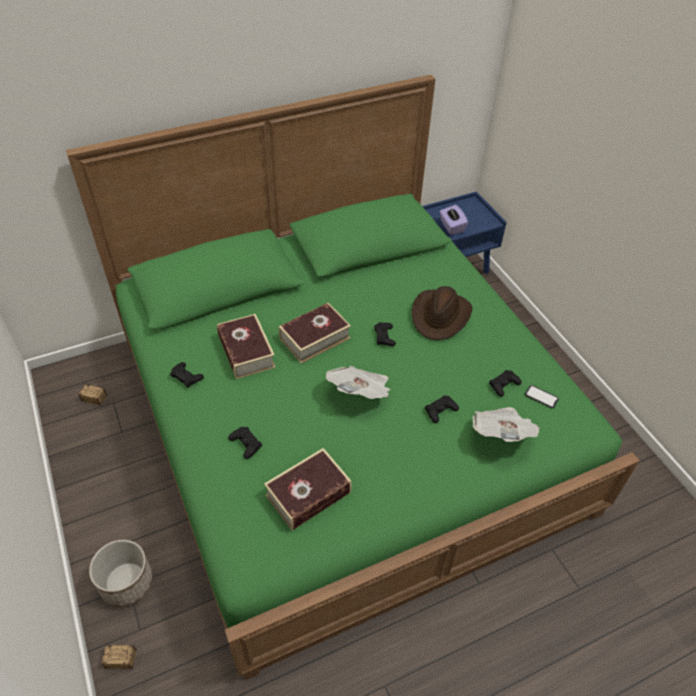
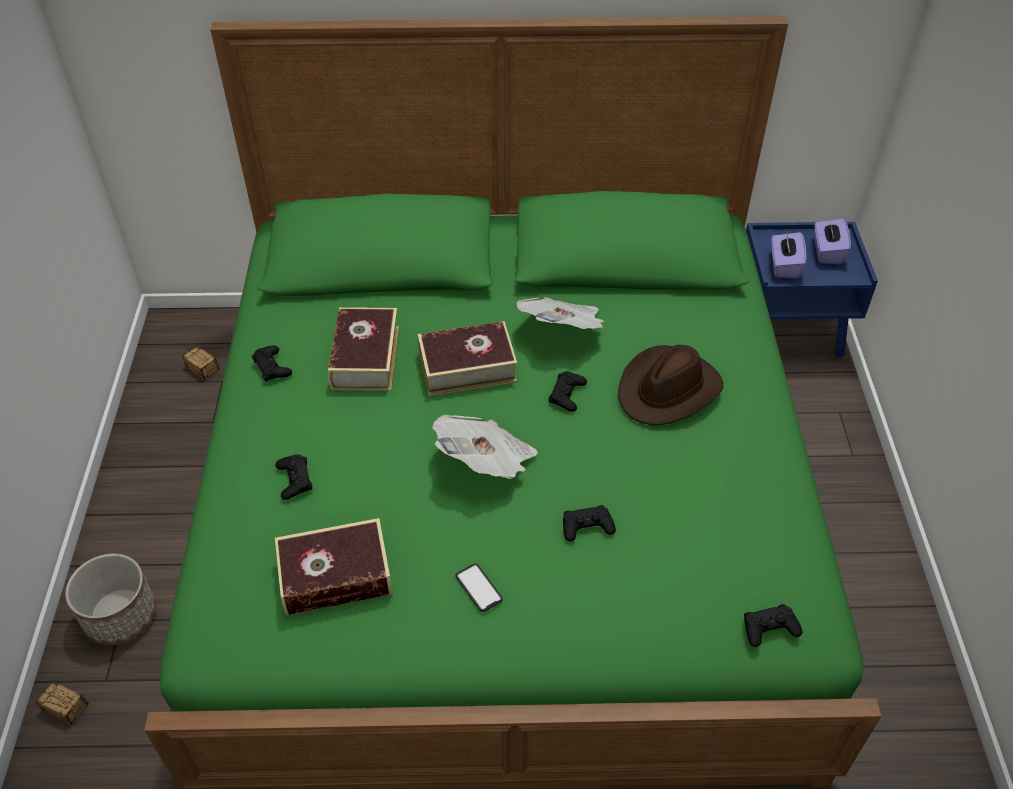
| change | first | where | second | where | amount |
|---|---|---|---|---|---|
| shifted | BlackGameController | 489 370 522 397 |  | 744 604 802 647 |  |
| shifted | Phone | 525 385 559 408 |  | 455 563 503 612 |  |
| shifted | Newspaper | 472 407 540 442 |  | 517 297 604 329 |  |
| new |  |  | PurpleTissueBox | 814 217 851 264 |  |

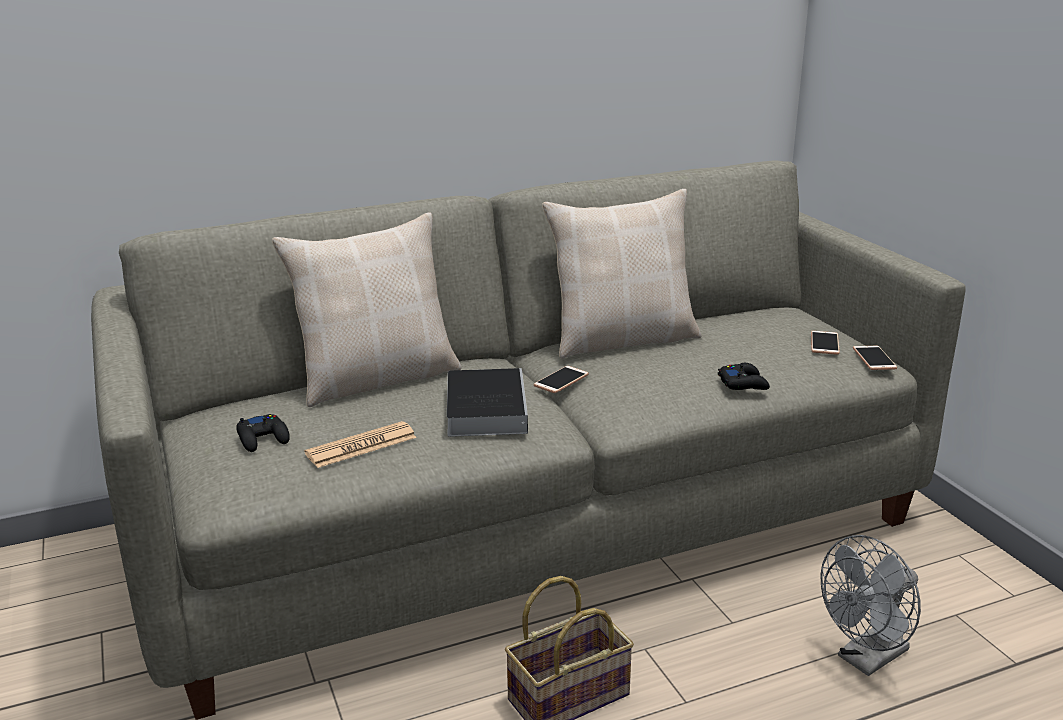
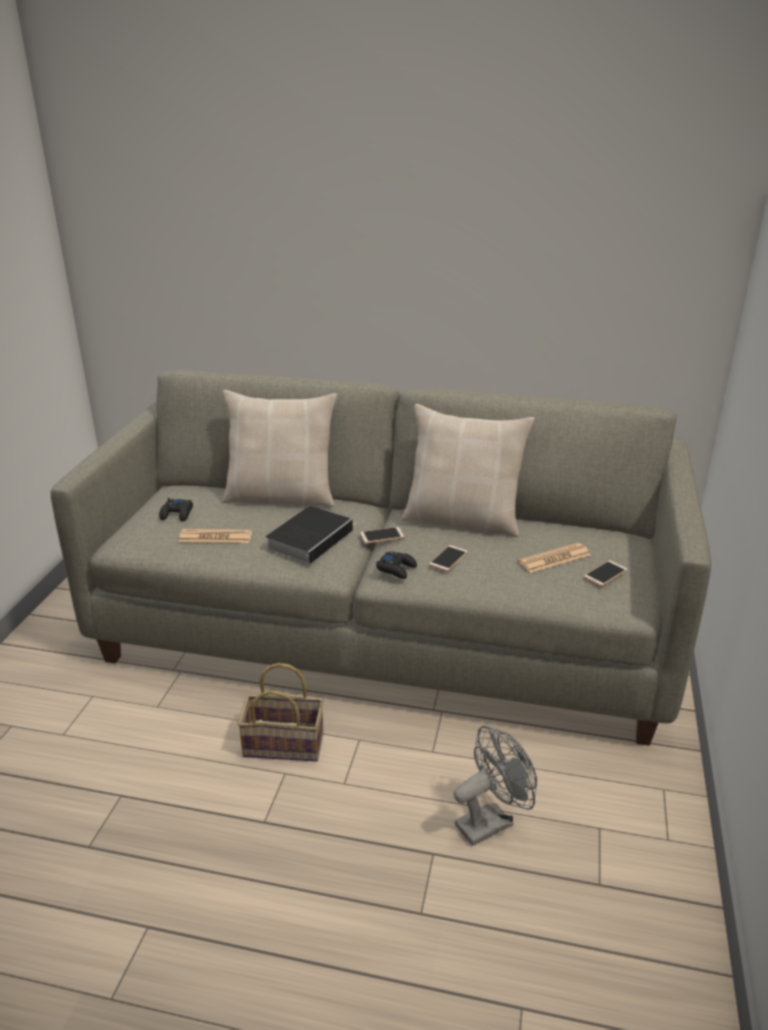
| change | first | where | second | where | amount |
|---|---|---|---|---|---|
| shifted | Phone | 853 346 897 370 |  | 429 545 468 572 |  |
| shifted | BlackGameController | 718 363 770 390 |  | 376 552 417 579 |  |
| rotated | GreyFan | 820 535 921 676 |  | 453 726 537 846 | 150 degrees clockwise |
| new |  |  | Newspaper | 518 543 591 573 |  |

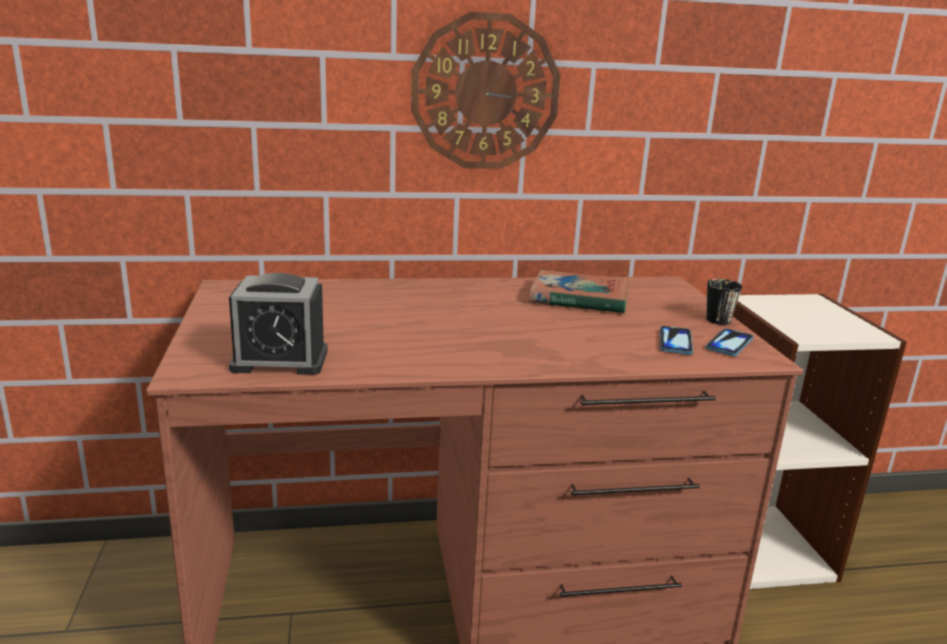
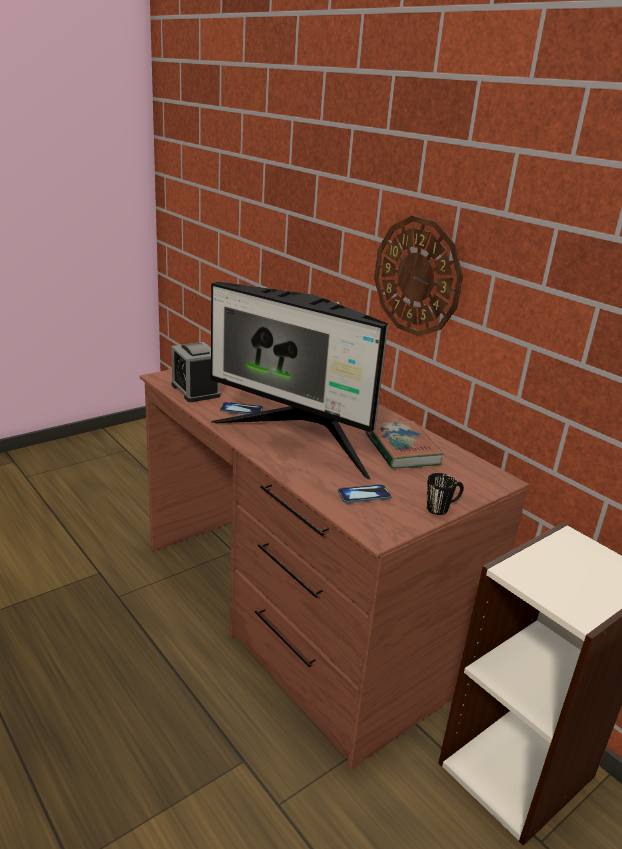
| change | first | where | second | where | amount |
|---|---|---|---|---|---|
| shifted | Phone | 706 329 753 356 |  | 220 402 263 414 |  |
| new |  |  | Monitor | 211 282 388 480 |  |

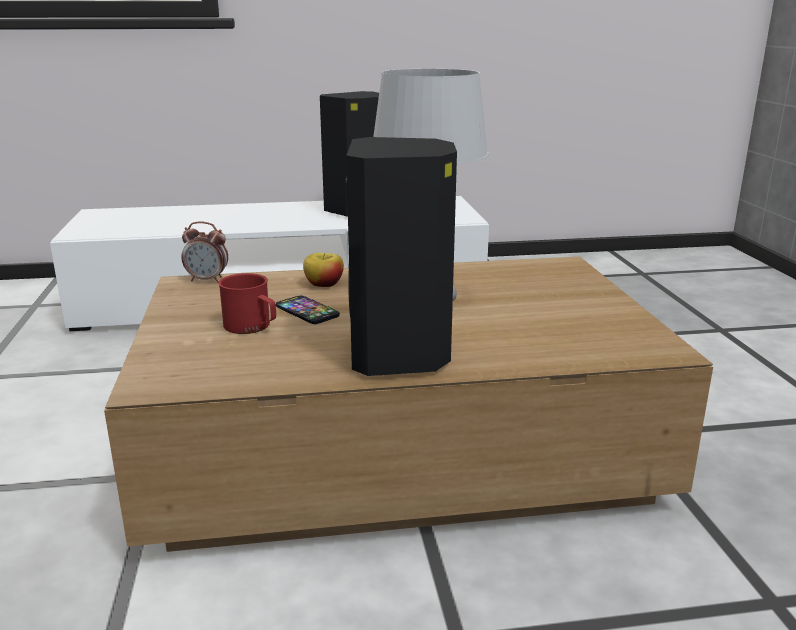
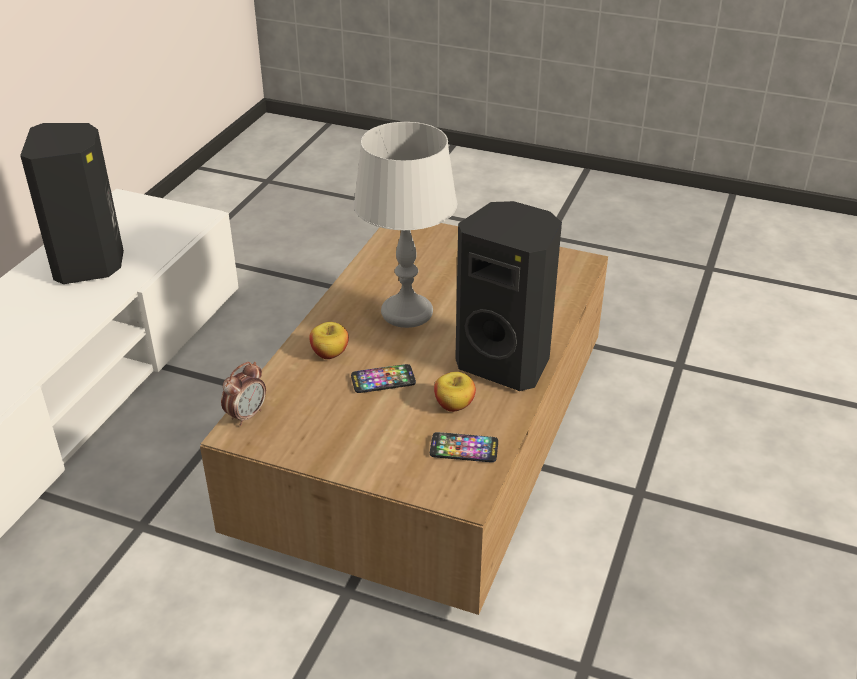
| change | first | where | second | where | amount |
|---|---|---|---|---|---|
| gone | RedMug | 218 273 276 334 |  |  |  |
| new |  |  | Apple | 434 372 476 412 |  |
| new |  |  | Phone | 430 432 498 462 |  |

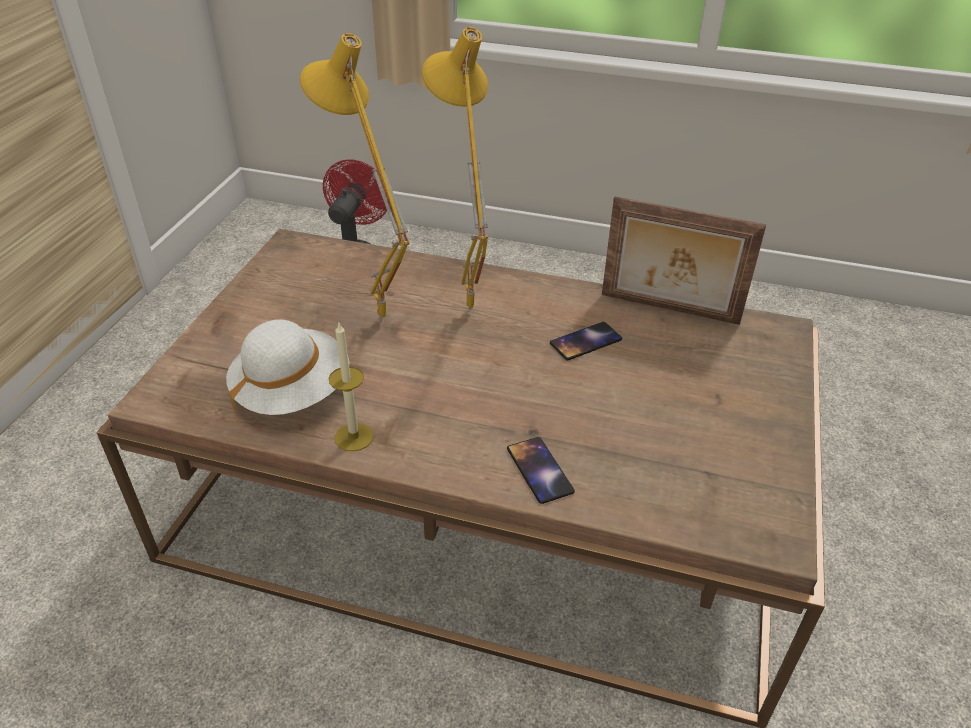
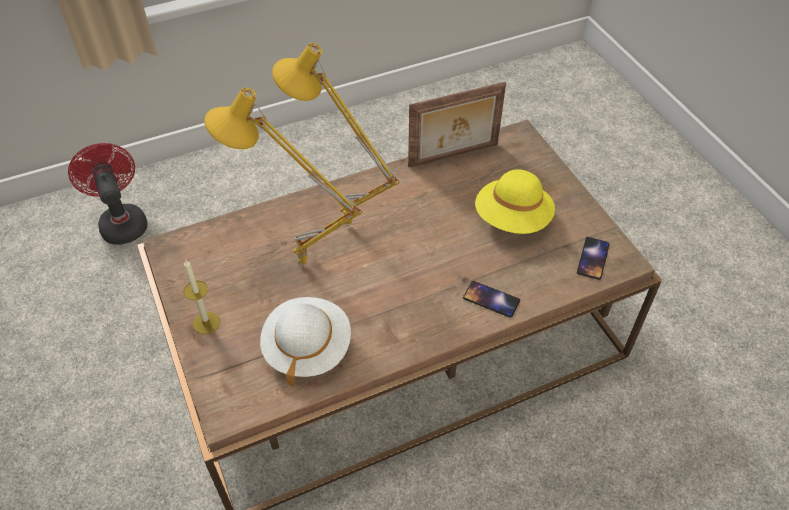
| change | first | where | second | where | amount |
|---|---|---|---|---|---|
| shifted | Candle | 328 321 374 451 |  | 184 259 220 334 |  |
| shifted | Phone | 550 322 622 360 |  | 577 237 609 280 |  |
| new |  |  | YellowHat | 475 169 555 234 |  |

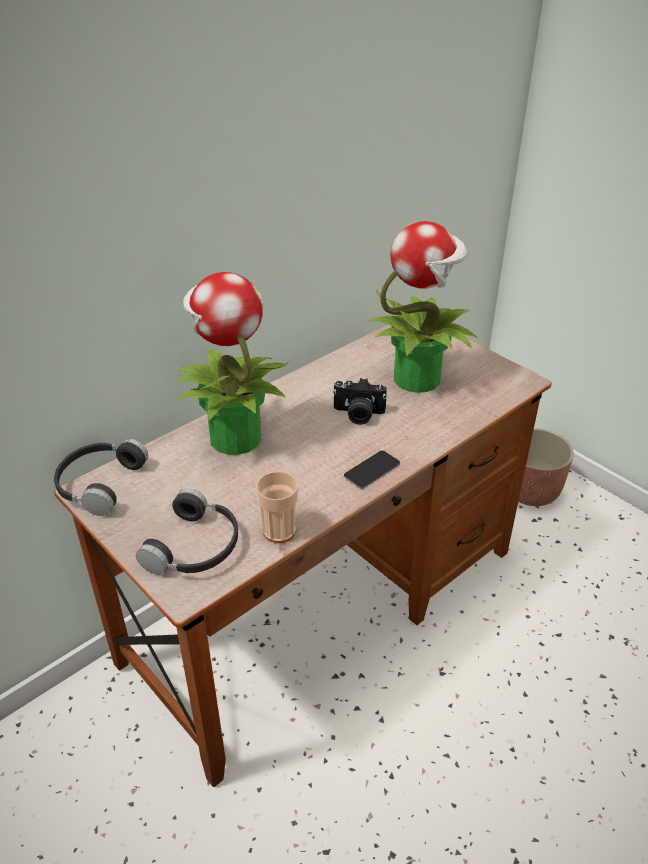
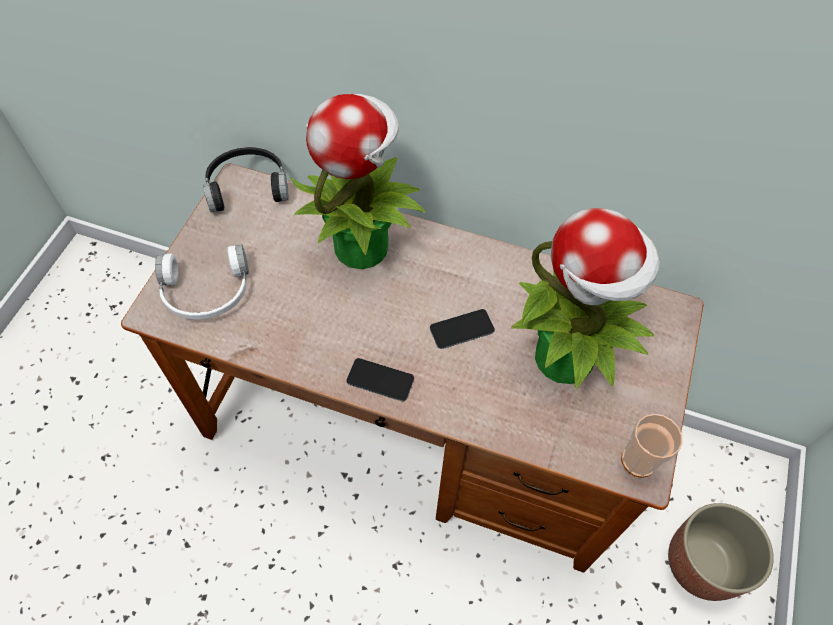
| change | first | where | second | where | amount |
|---|---|---|---|---|---|
| swapped | PhotoCamera | 333 378 387 425 | Phone | 430 309 495 349 |  |
| shifted | Cup | 256 471 298 543 |  | 621 414 682 478 |  |
| repainted | BlackHeadphones | 136 488 238 574 | WhiteHeadphones | 155 244 249 320 |  |

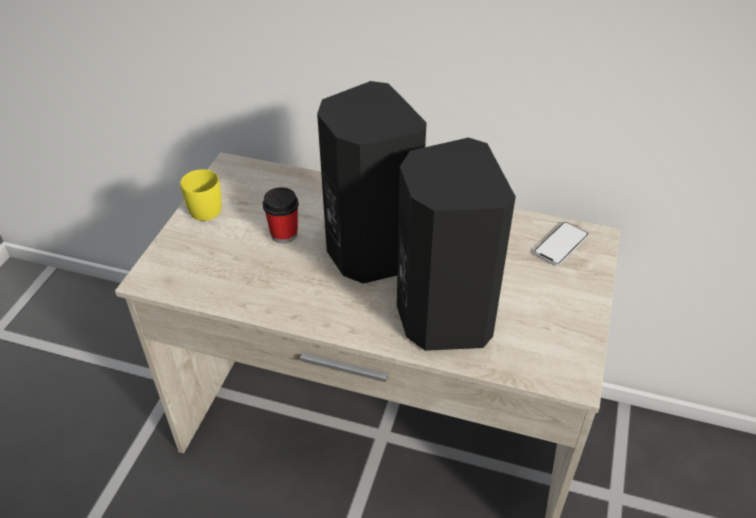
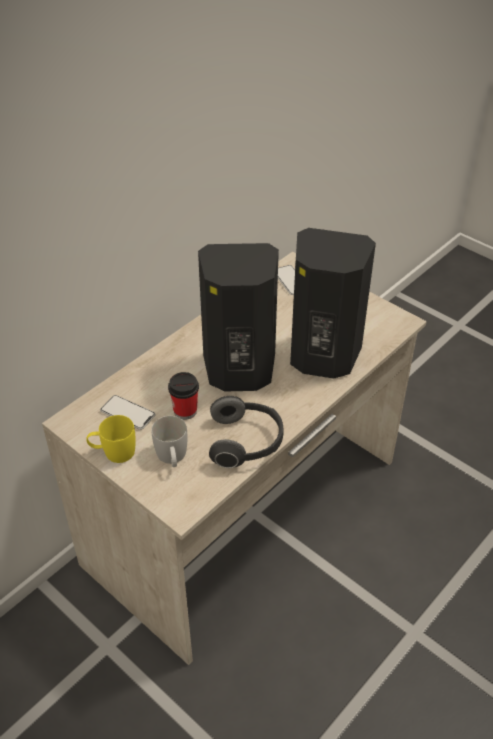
| change | first | where | second | where | amount |
|---|---|---|---|---|---|
| new |  |  | Phone | 100 395 155 430 |  |
| new |  |  | Headphones | 209 396 283 468 |  |
| new |  |  | WhiteMug | 151 416 188 467 |  |

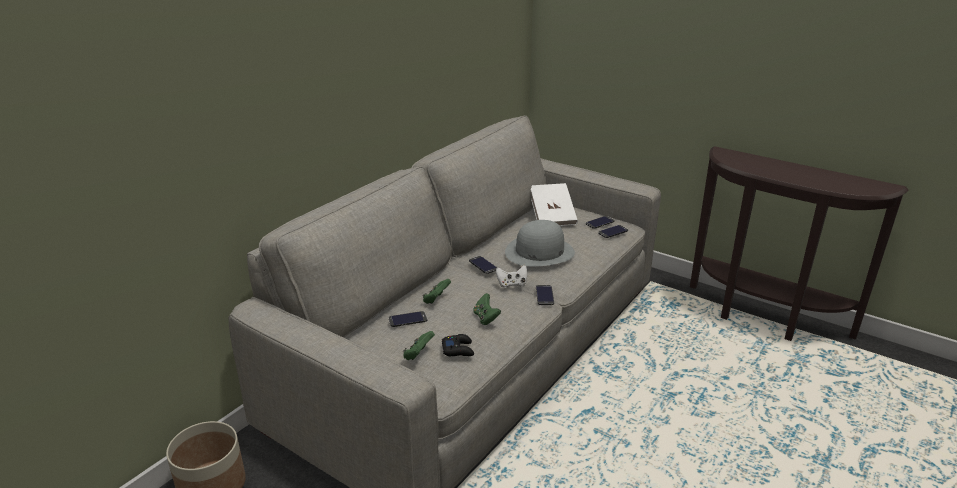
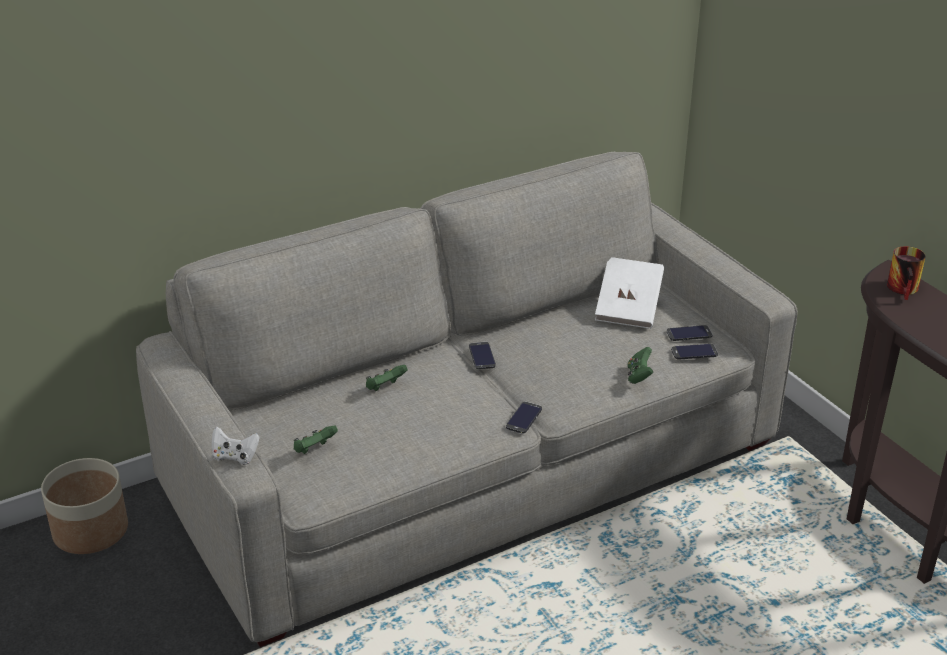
| change | first | where | second | where | amount |
|---|---|---|---|---|---|
| gone | GreyHat | 505 220 575 266 |  |  |  |
| shifted | WhiteGameController | 496 265 527 288 |  | 211 427 260 465 |  |
| shifted | GreenGameController | 473 293 501 325 |  | 628 347 653 384 |  |
| gone | Phone | 389 311 427 327 |  |  |  |
| gone | BlackGameController | 442 334 474 356 |  |  |  |
| new |  |  | Mug | 887 246 926 300 |  |

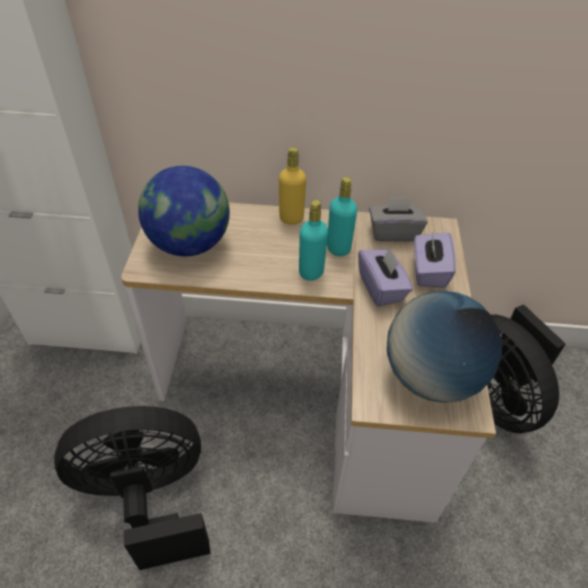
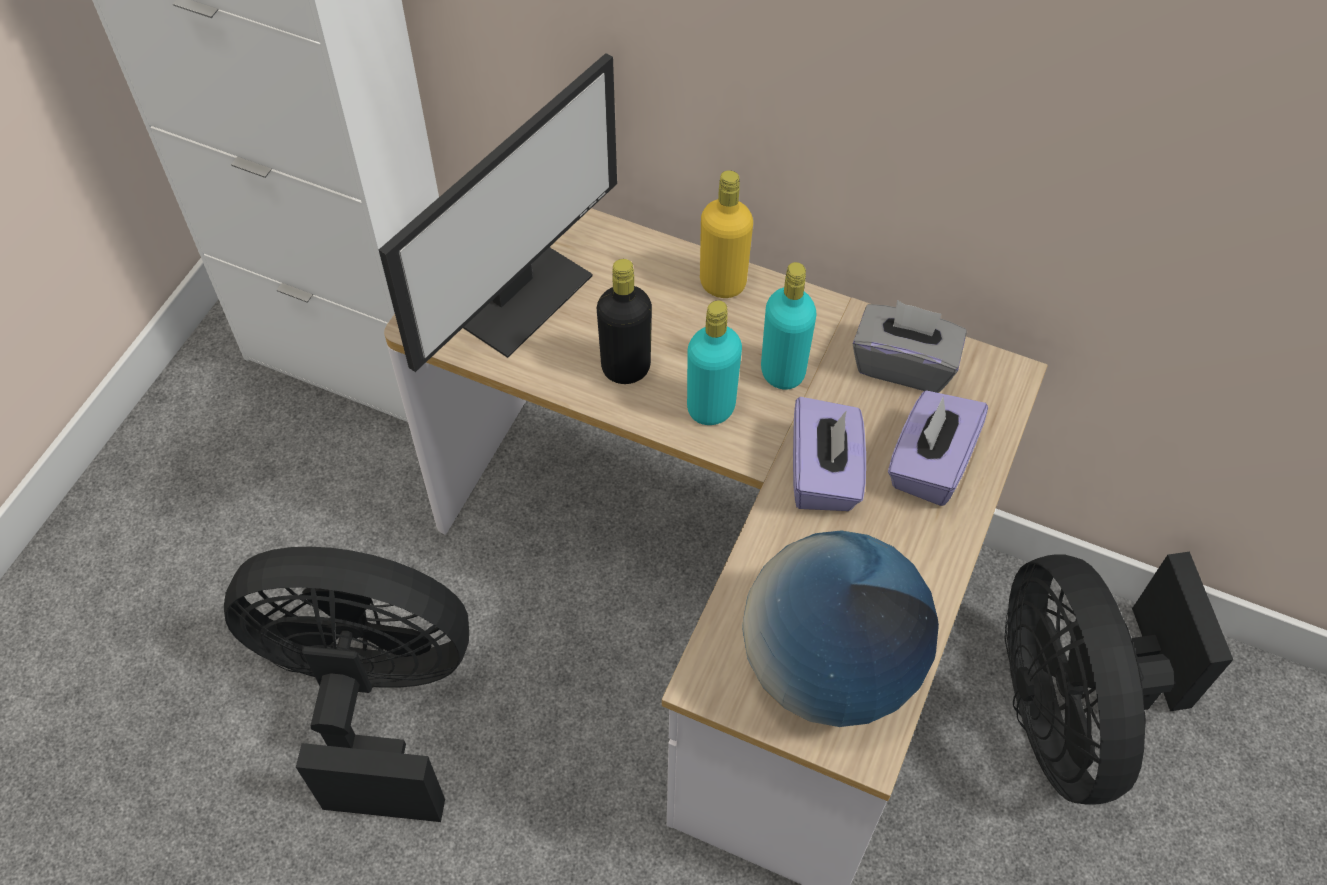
| change | first | where | second | where | amount |
|---|---|---|---|---|---|
| swapped | Globe | 138 166 230 256 | Monitor | 379 53 617 372 |  |
| new |  |  | BlackBottle | 597 259 652 384 |  |

